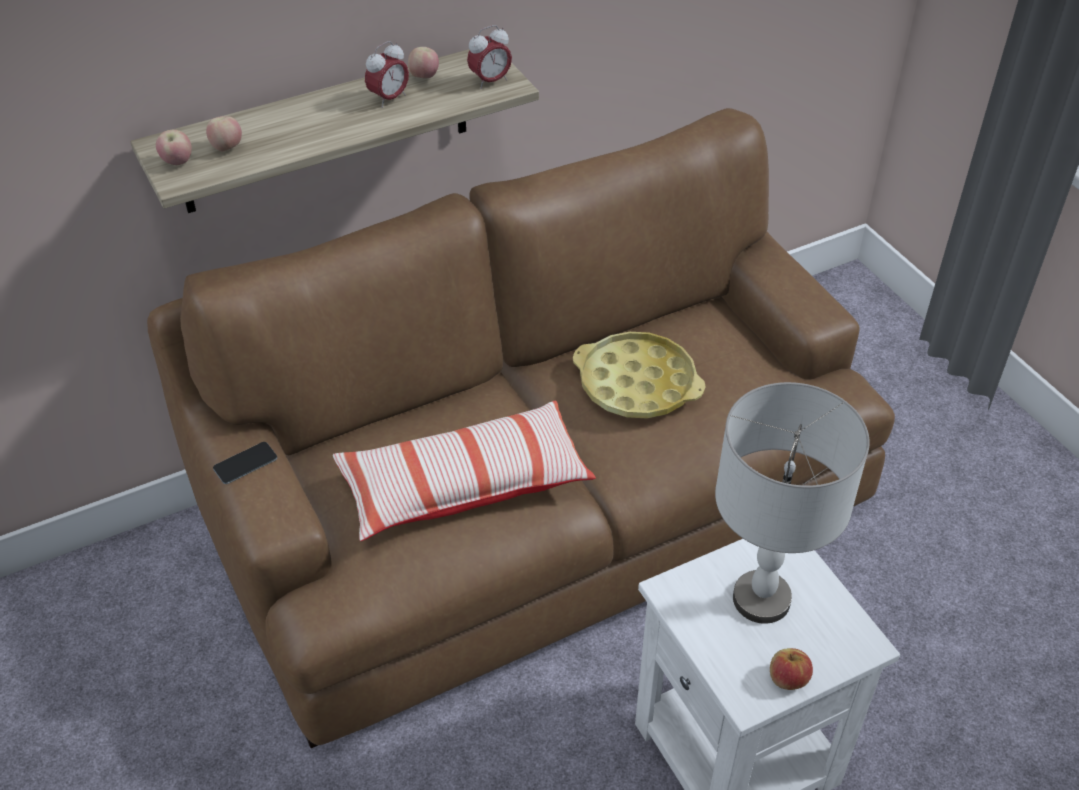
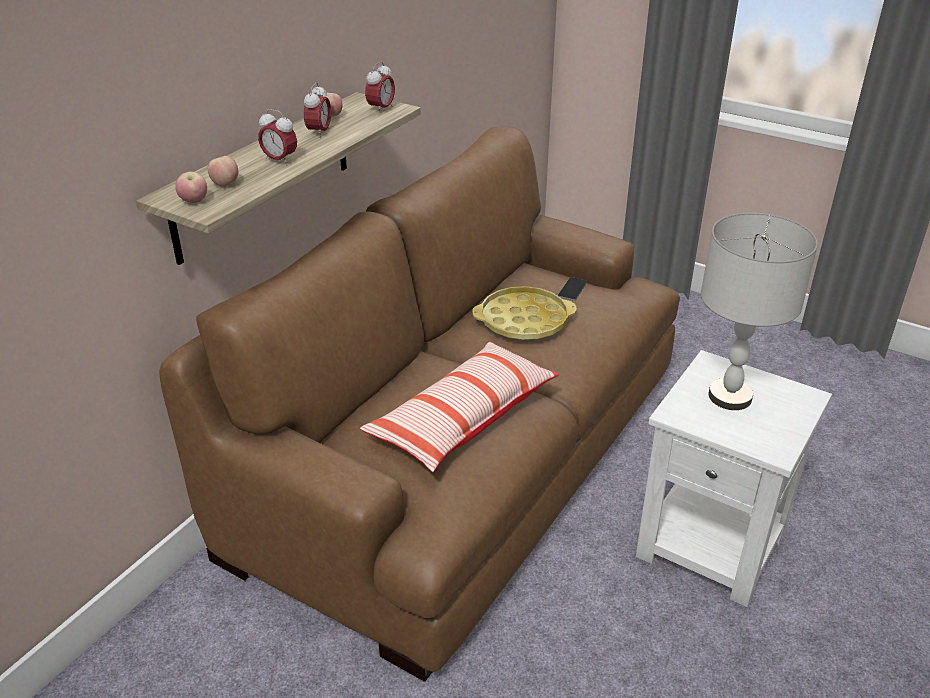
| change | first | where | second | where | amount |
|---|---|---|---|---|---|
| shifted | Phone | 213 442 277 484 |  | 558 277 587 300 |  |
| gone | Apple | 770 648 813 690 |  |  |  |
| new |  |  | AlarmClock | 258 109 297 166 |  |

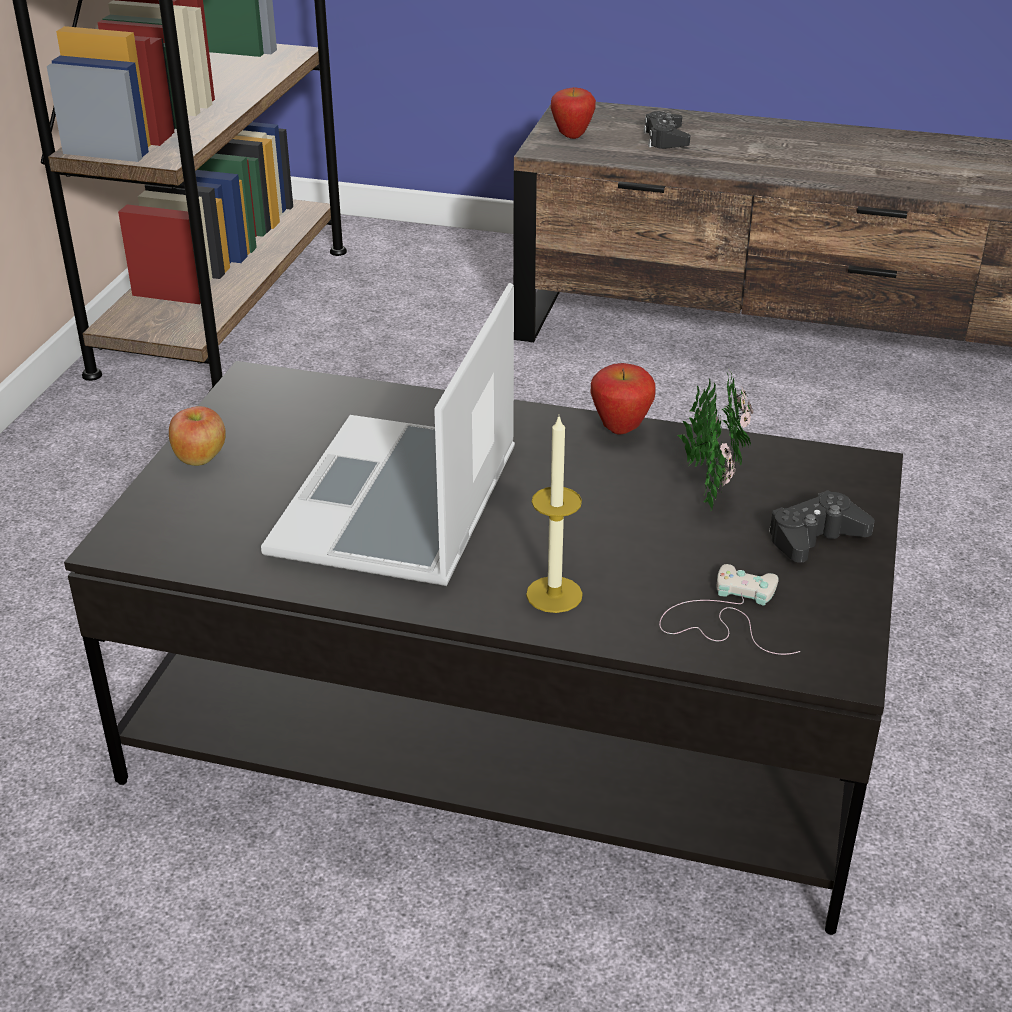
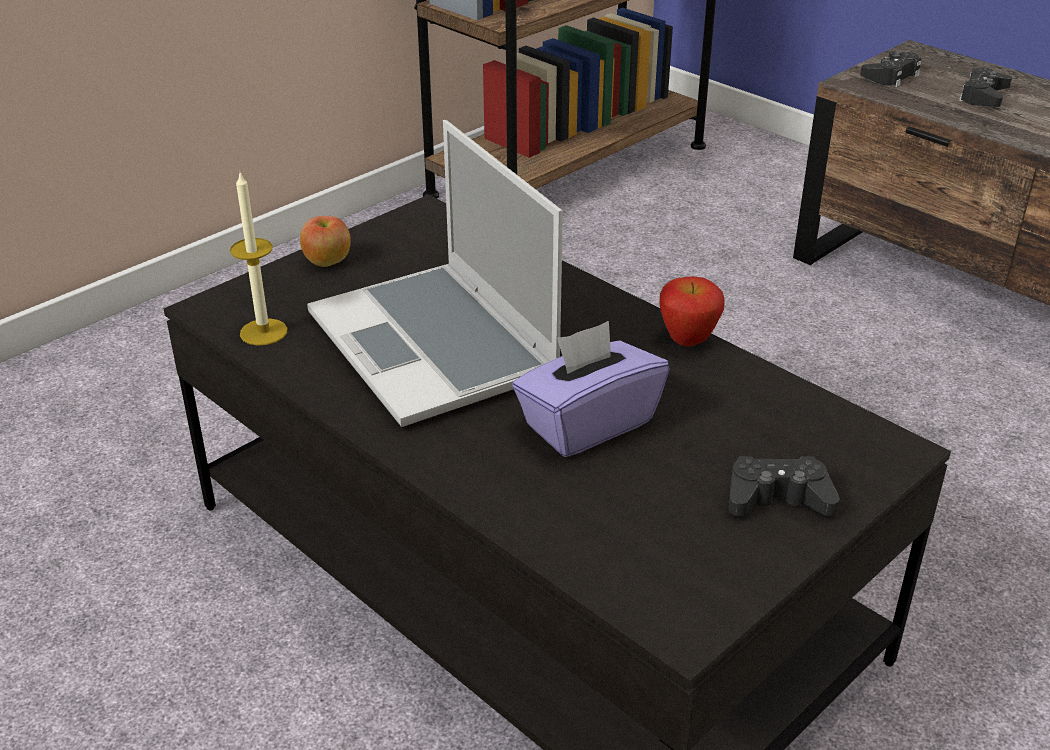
| change | first | where | second | where | amount |
|---|---|---|---|---|---|
| swapped | Apple | 550 87 596 139 | BlackGameController | 860 51 922 87 |  |
| rotated | Laptop | 261 283 515 586 |  | 307 120 563 427 | 75 degrees counterclockwise |
| gone | PottedPlant | 677 371 753 512 |  |  |  |
| shifted | Candle | 526 414 583 613 |  | 230 173 287 346 |  |
| gone | WhiteGameController | 659 564 800 655 |  |  |  |
| new |  |  | PurpleTissueBox | 512 321 670 457 |  |

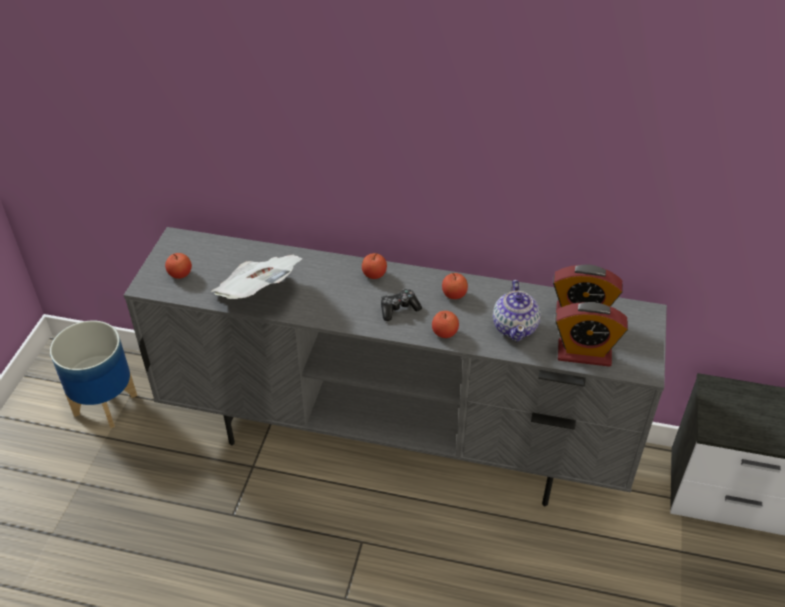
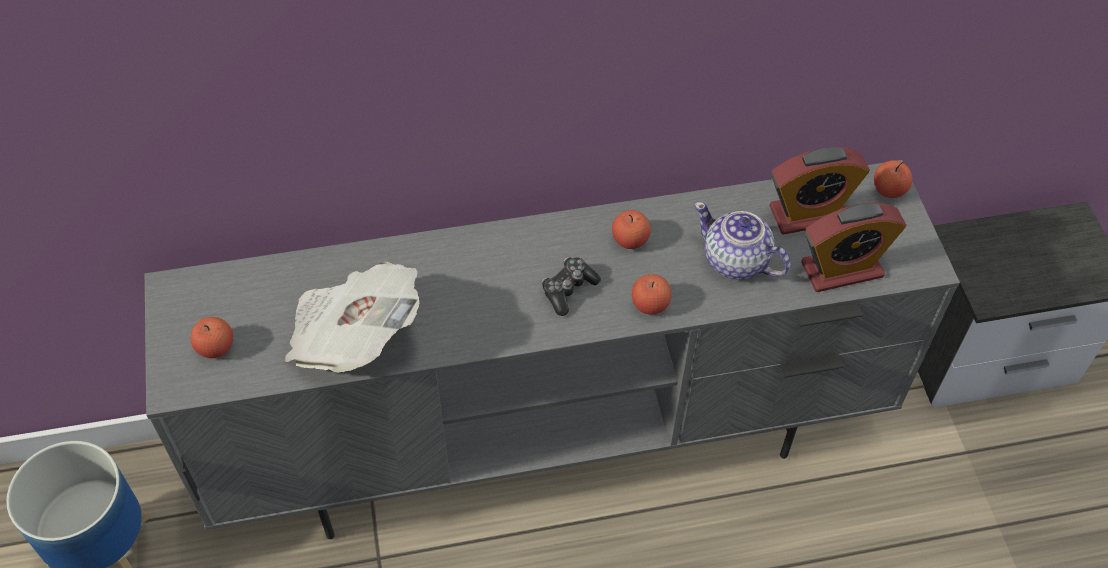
| change | first | where | second | where | amount |
|---|---|---|---|---|---|
| shifted | Apple | 362 253 387 279 |  | 874 160 912 198 |  |
| rotated | Teapot | 493 280 541 342 |  | 694 202 791 280 | 150 degrees clockwise |

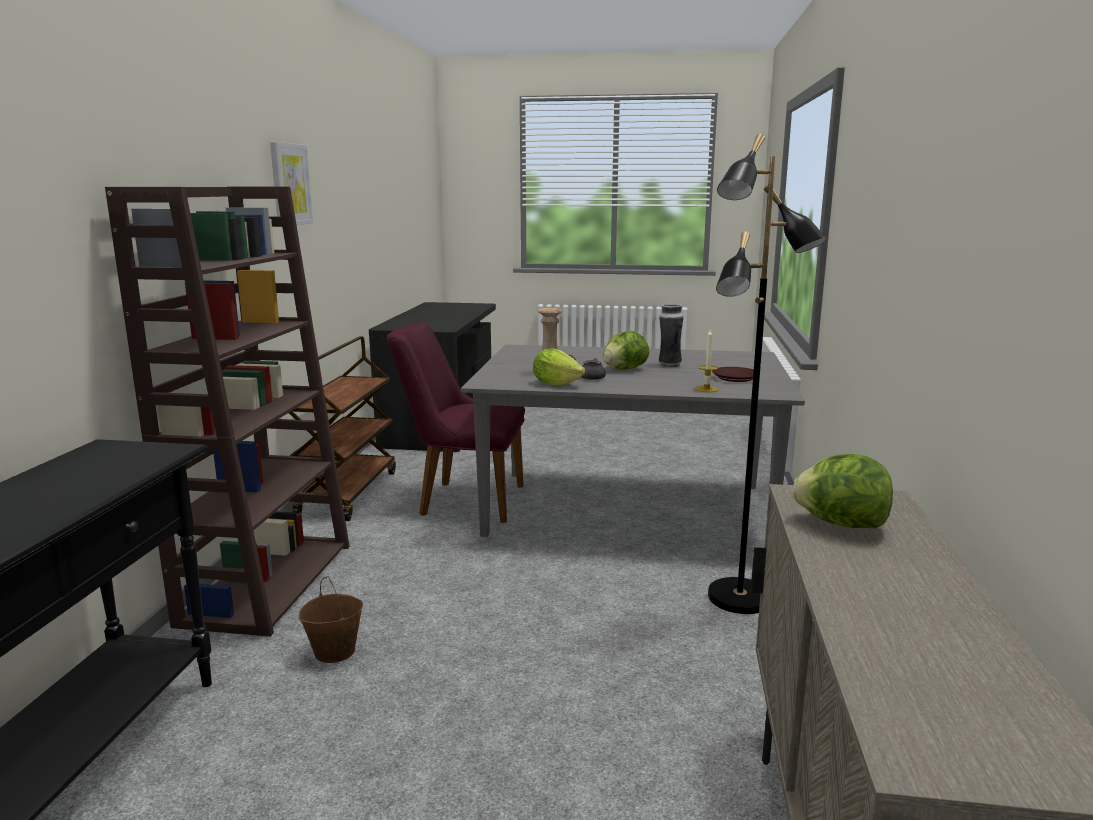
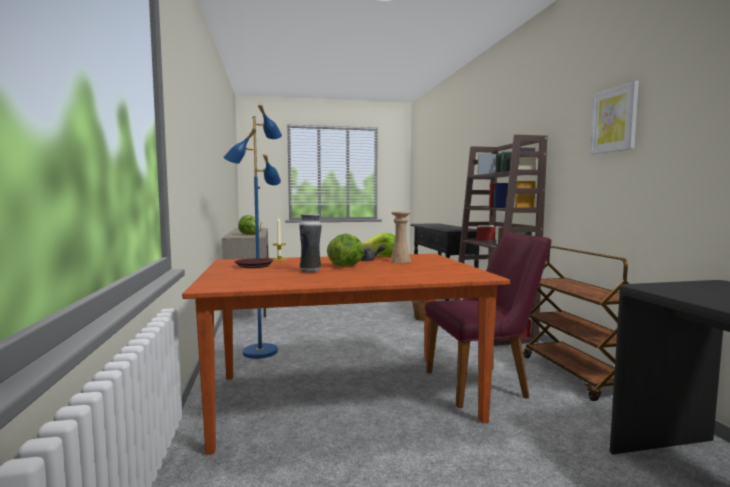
| change | first | where | second | where | amount |
|---|---|---|---|---|---|
| repainted | BlackFloorLamp | 708 134 827 614 | BlueFloorLamp | 223 104 282 359 |  |
| repainted | GreyDiningTable | 461 344 805 537 | BrownDiningTable | 182 254 510 455 |  |

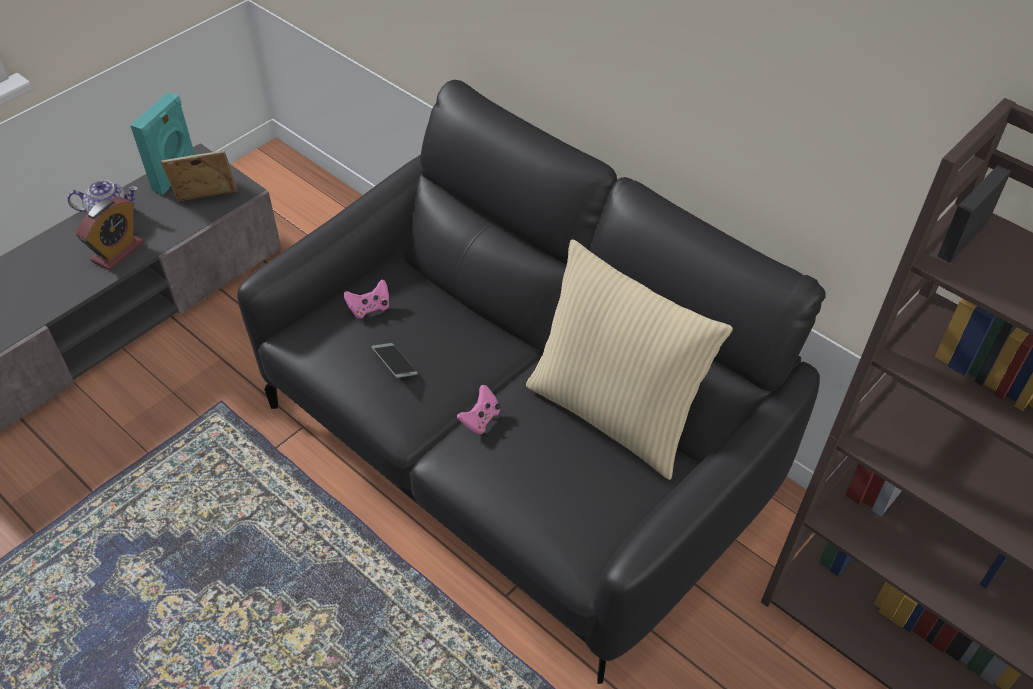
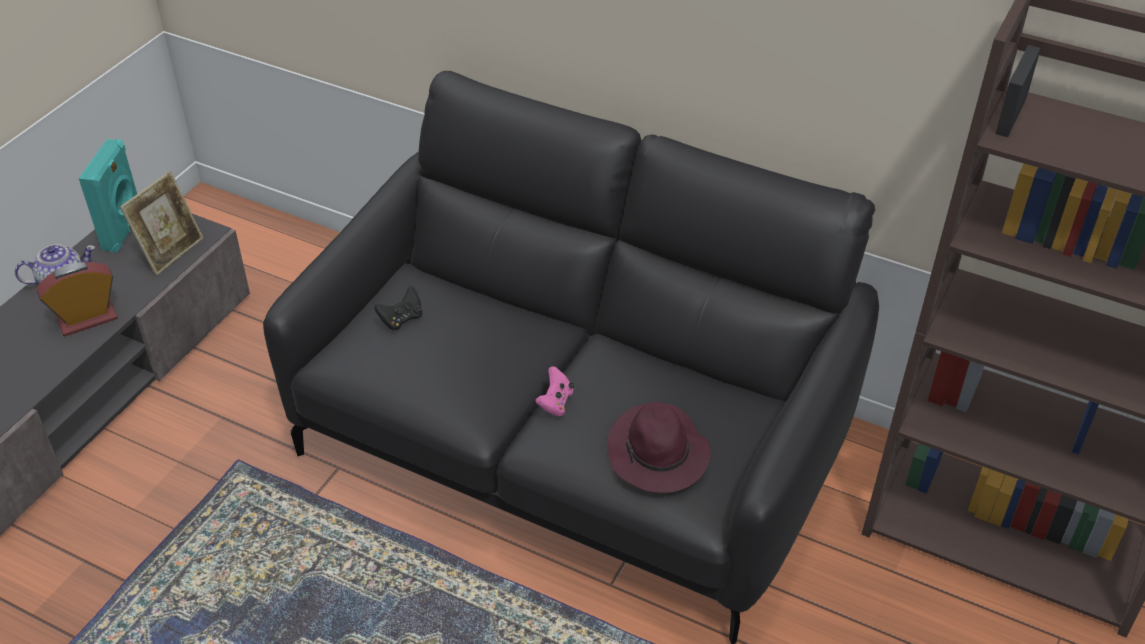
| change | first | where | second | where | amount |
|---|---|---|---|---|---|
| rotated | PictureFrame | 161 150 238 201 |  | 120 171 203 275 | 150 degrees clockwise |
| rotated | AlarmClock | 76 197 144 270 |  | 37 262 118 336 | 135 degrees counterclockwise |
| gone | BeigePillow | 526 239 733 480 |  |  |  |
| repainted | PinkGameController | 344 279 389 318 | BlackGameController | 374 286 423 331 |  |
| gone | Phone | 372 343 418 378 |  |  |  |
| new |  |  | PurpleHat | 607 402 711 493 |  |

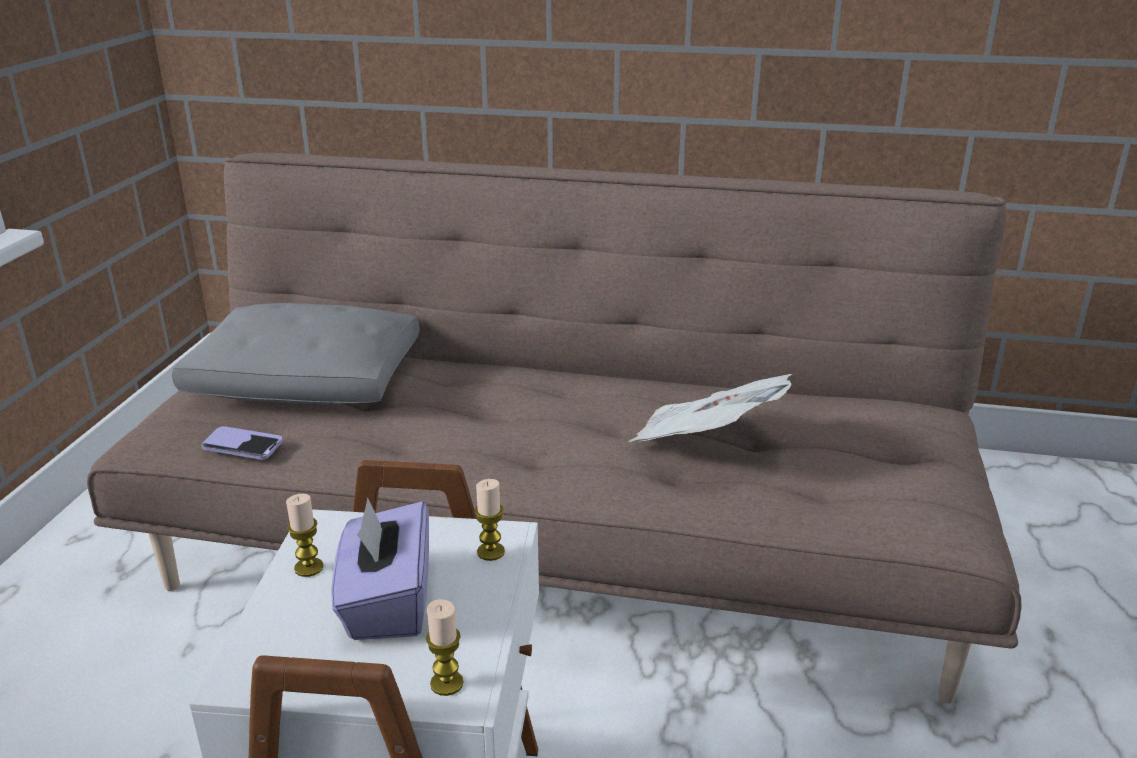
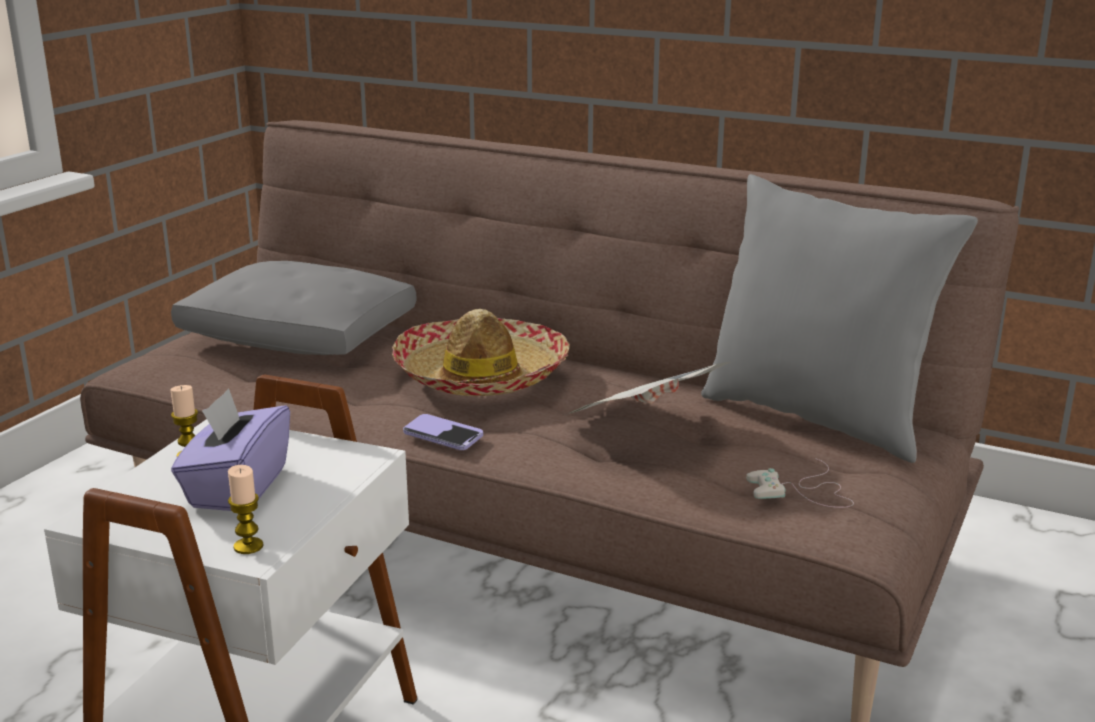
| change | first | where | second | where | amount |
|---|---|---|---|---|---|
| shifted | Phone | 202 426 283 460 |  | 403 414 483 450 |  |
| gone | Candle | 474 479 505 561 |  |  |  |
| new |  |  | GreyPillow | 701 174 978 463 |  |
| new |  |  | Hat | 392 309 570 396 |  |
| new |  |  | WhiteGameController | 746 458 854 508 |  |

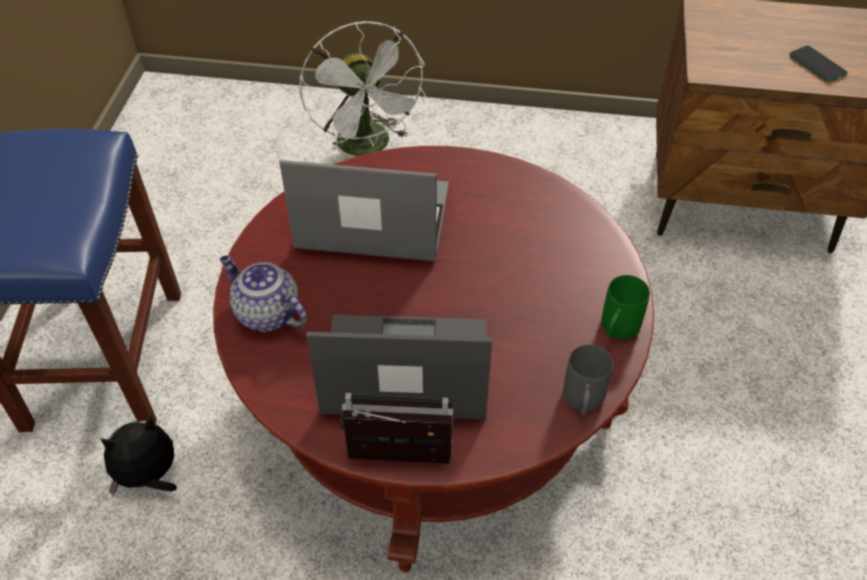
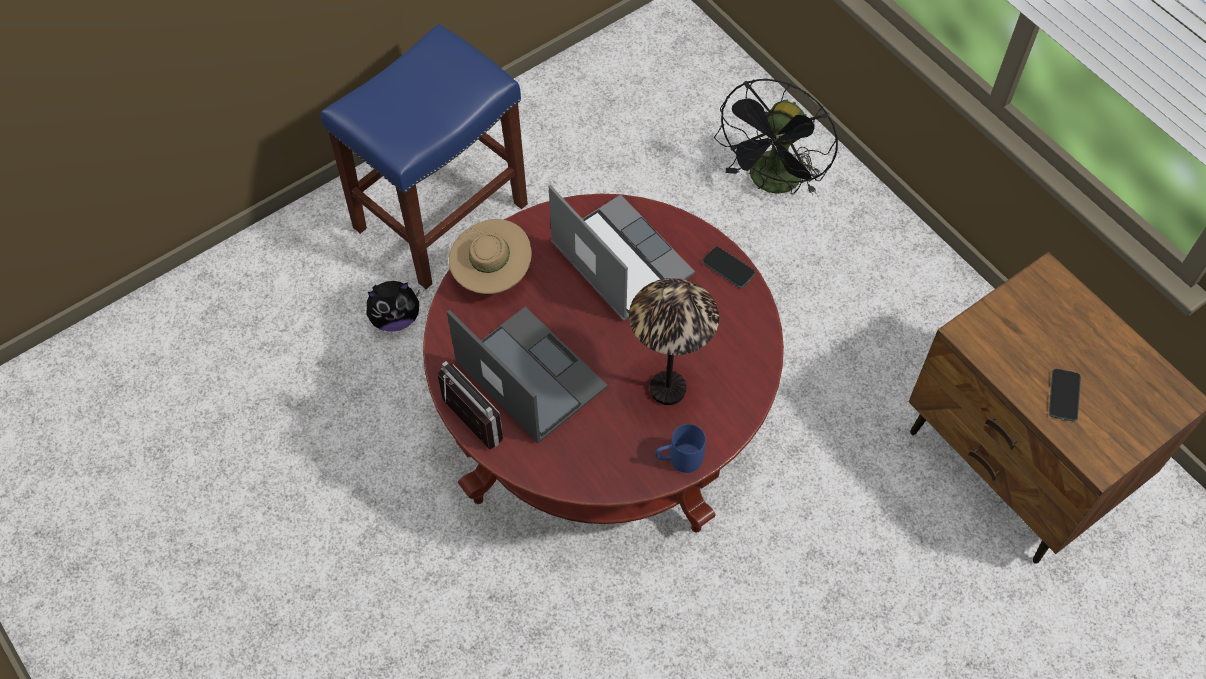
| change | first | where | second | where | amount |
|---|---|---|---|---|---|
| repainted | WhiteFan | 300 21 426 163 | BlackFan | 714 79 838 195 |  |
| swapped | Teapot | 220 255 307 332 | BeigeHat | 449 219 532 294 |  |
| repainted | GreenMug | 601 275 650 339 | BlueMug | 655 424 706 473 |  |
| gone | GreyMug | 563 344 613 415 |  |  |  |
| rotated | PlushToy | 101 415 177 496 |  | 367 281 420 332 | 150 degrees clockwise |
| new |  |  | Phone | 702 246 756 288 |  |
| new |  |  | TableLamp | 629 278 719 405 |  |

